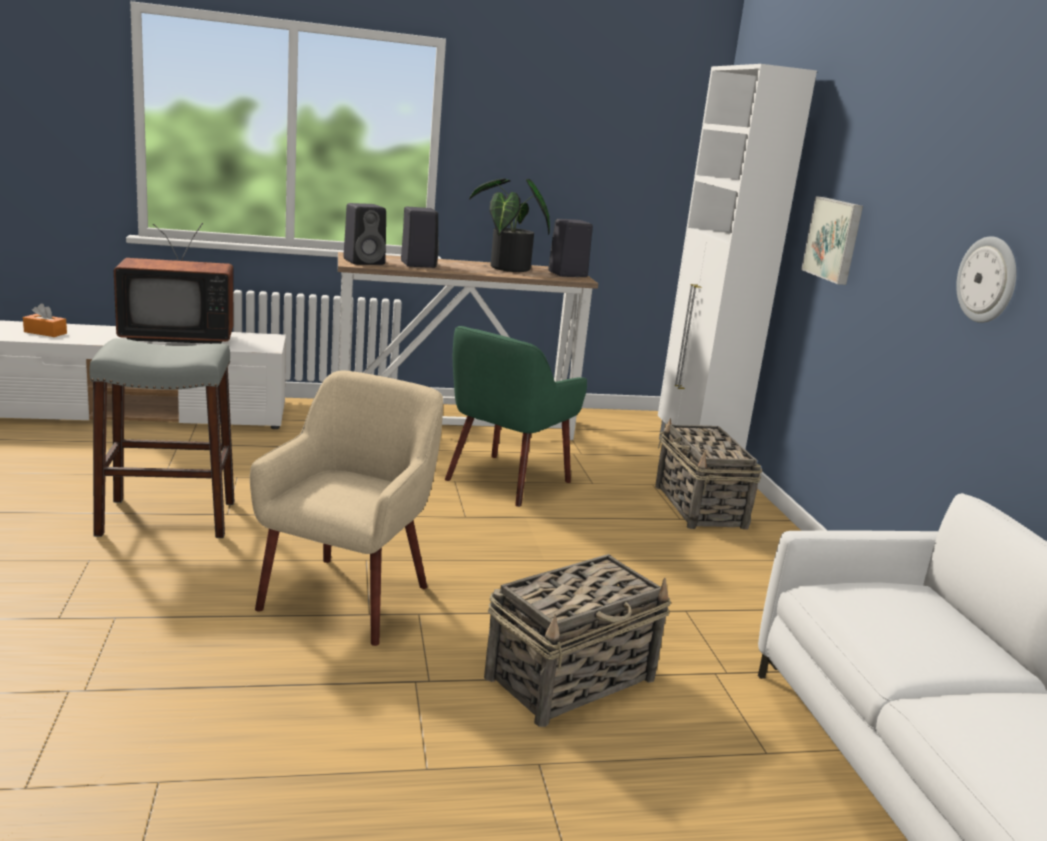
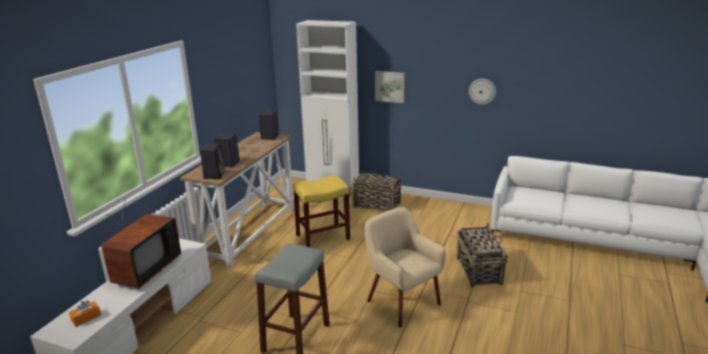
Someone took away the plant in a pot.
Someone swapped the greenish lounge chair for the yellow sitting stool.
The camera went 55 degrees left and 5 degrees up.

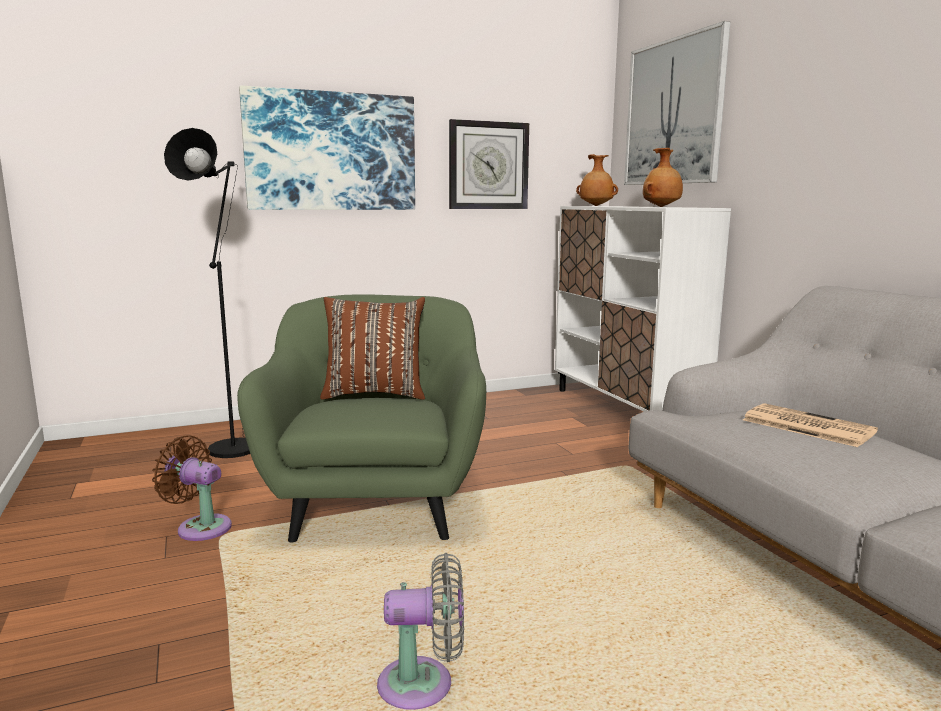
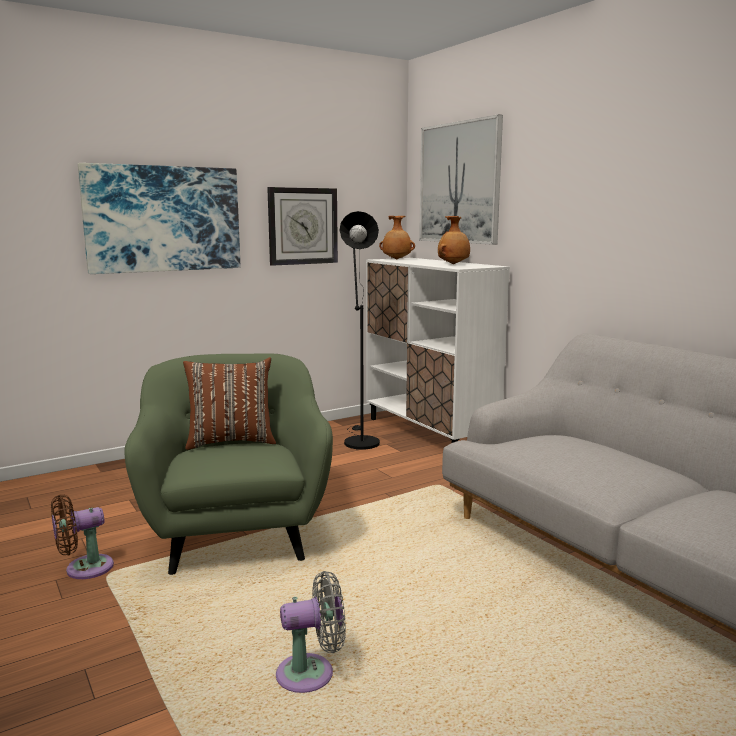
Someone took away the printed paper.
Someone carried the black-coloured standing lamp.
Someone rotated the brownish electric fan by 45 degrees counterclockwise.
The camera went 10 degrees left and 0 degrees up.

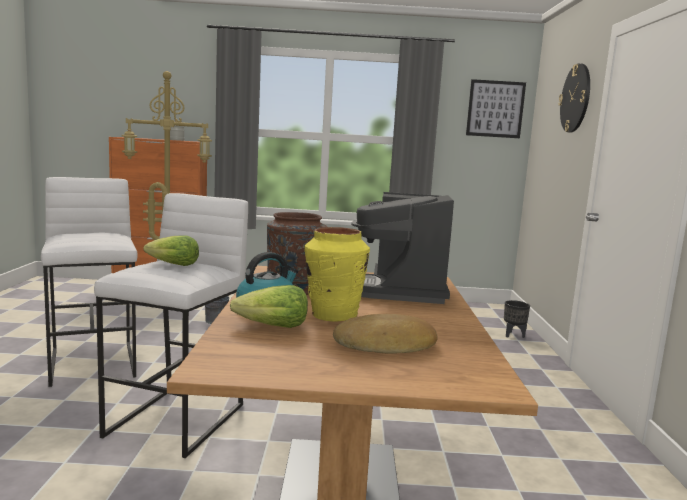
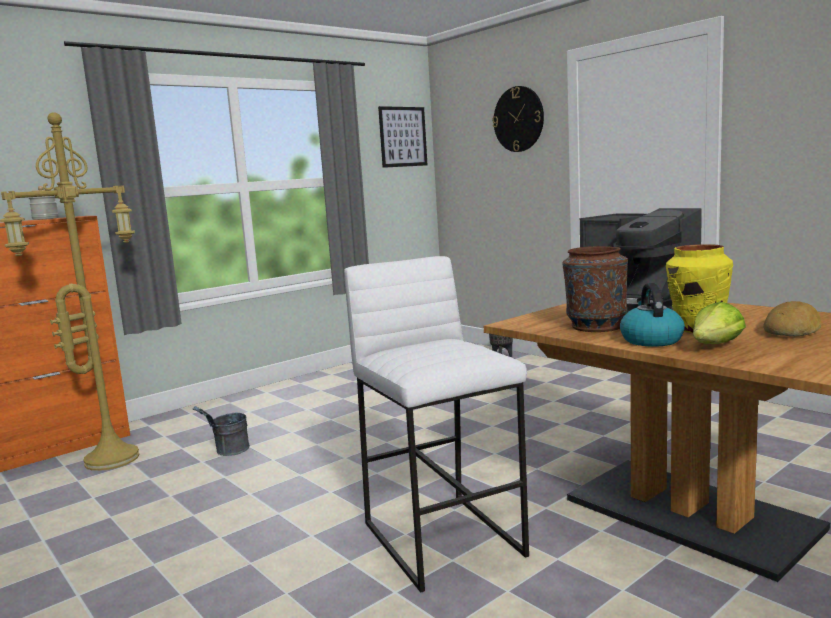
Someone took away the white sitting stool (1st from left).
Someone took away the head of lettuce (1st from left).
The camera went 40 degrees left and 0 degrees up.

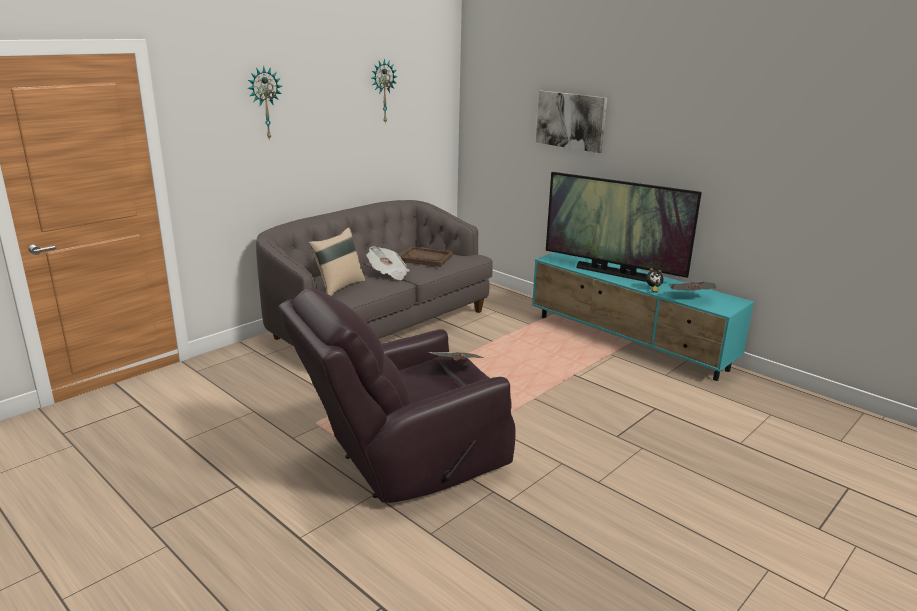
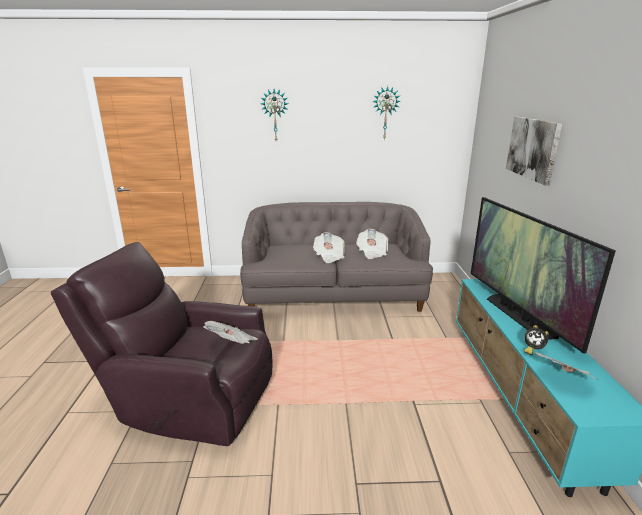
Someone took away the beige cushion.
Someone swapped the brownish carrying tray for the printed paper (3rd from left).
The camera went 45 degrees right and 0 degrees up.

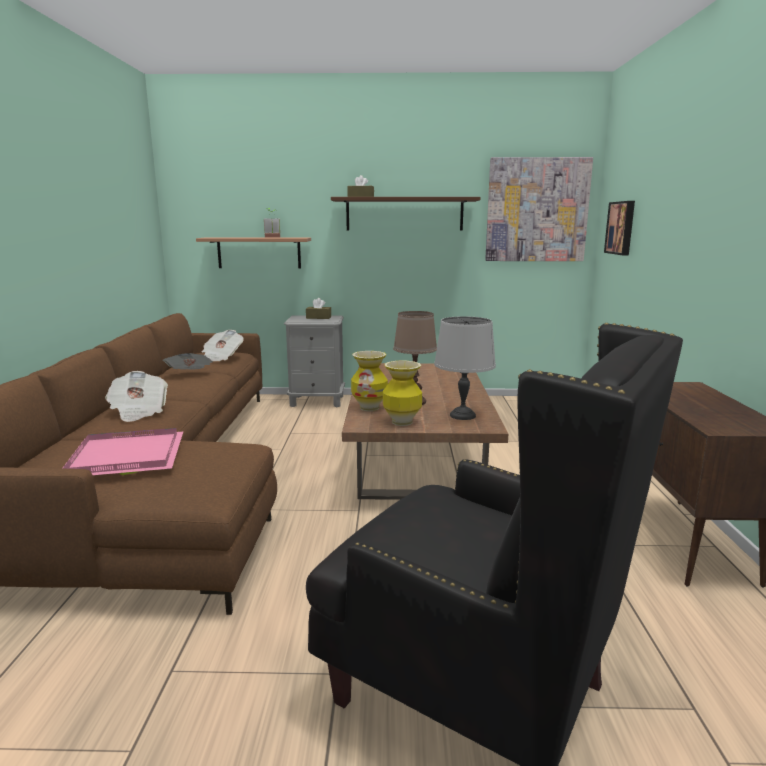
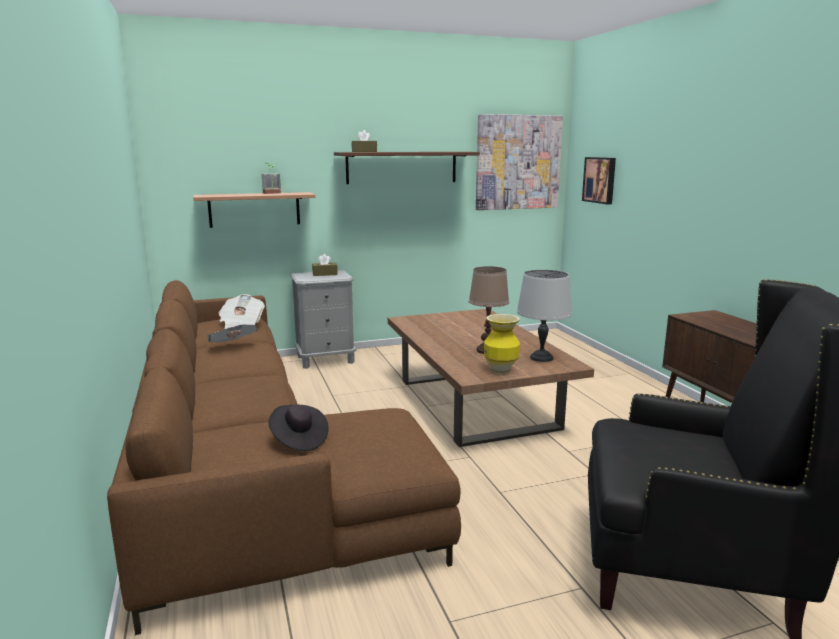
Someone took away the printed paper (1st from left).
Someone took away the vase (1st from left).
Someone swapped the pinkish carrying tray for the black-coloured hat.
The camera went 20 degrees left and 0 degrees up.

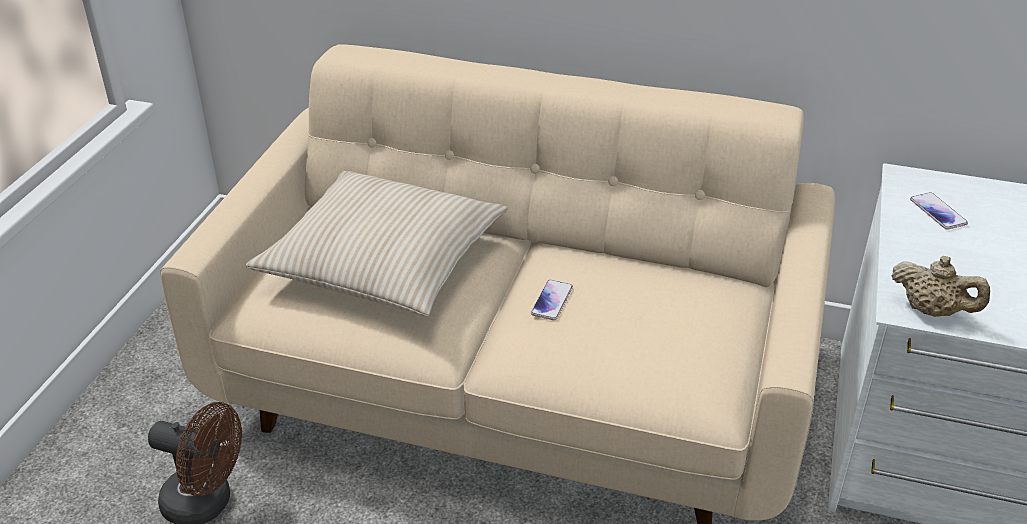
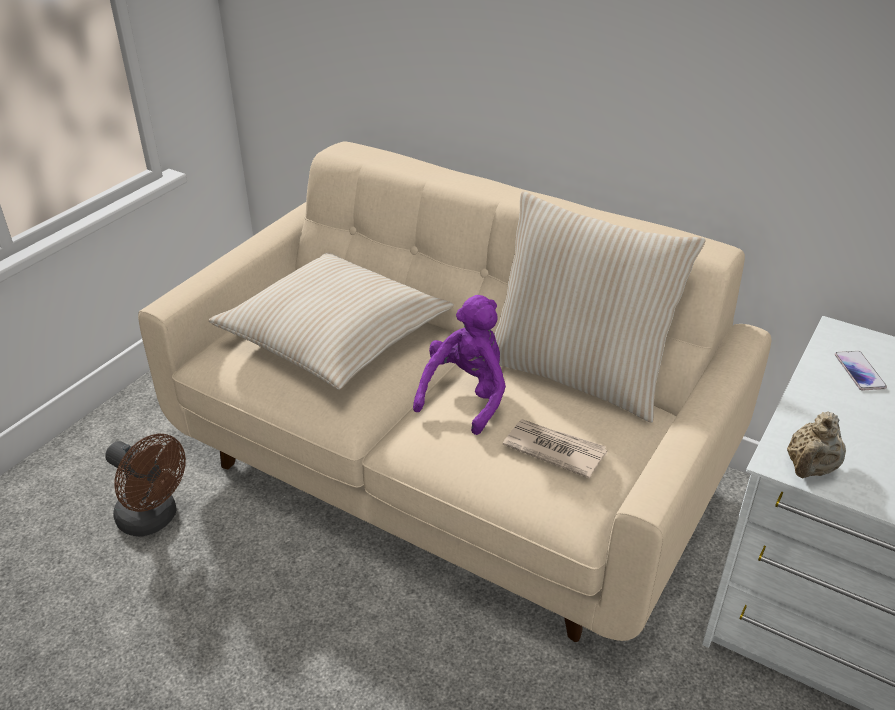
Someone put down the beige cushion (2nd from left).
Someone put down the printed paper.
Someone swapped the telephone (1st from left) for the purple soft toy.
Someone rotated the beige teapot by 75 degrees clockwise.
The camera went 15 degrees right and 0 degrees up.

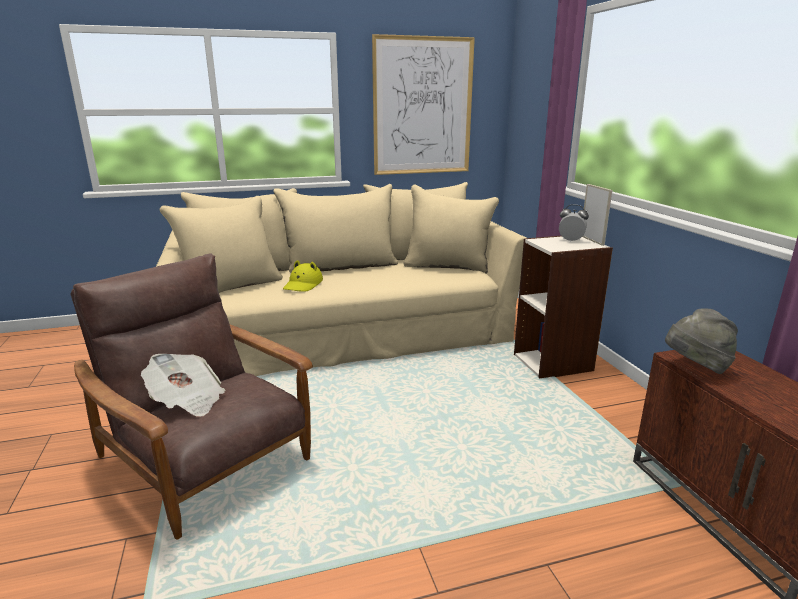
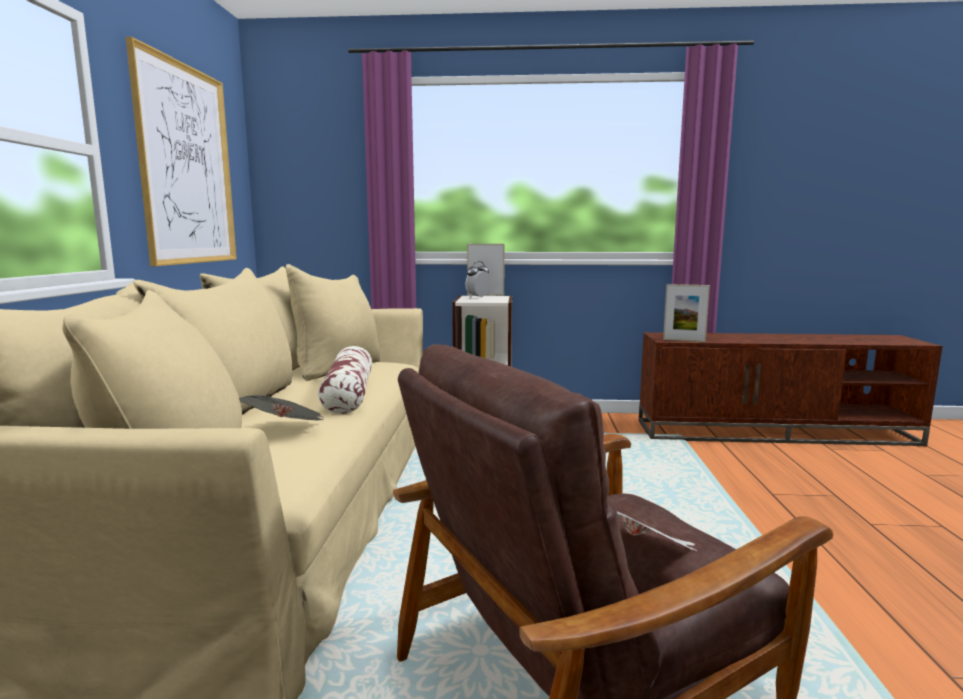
Someone put down the cushion.
Someone swapped the yellow hat for the printed paper (1st from left).
Someone swapped the greyish hat for the standing frame (2nd from left).
The camera went 70 degrees left and 10 degrees down.

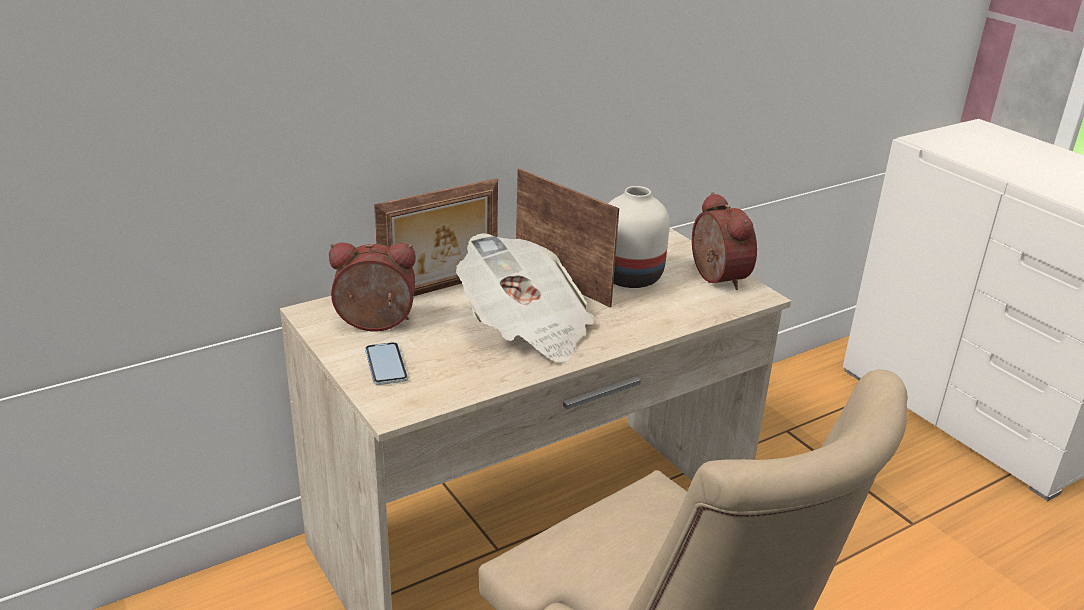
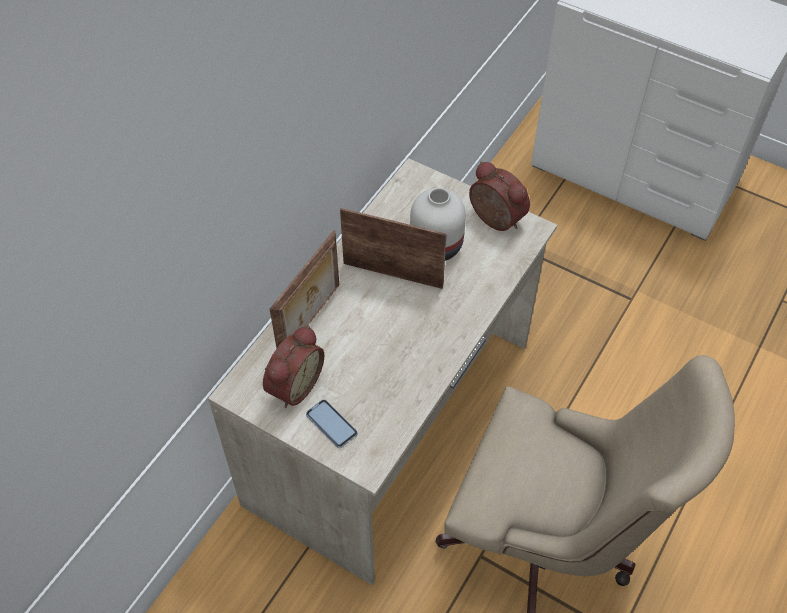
Someone took away the printed paper.
Someone rotated the table clock (1st from left) by 150 degrees clockwise.
The camera went 25 degrees left and 25 degrees up.

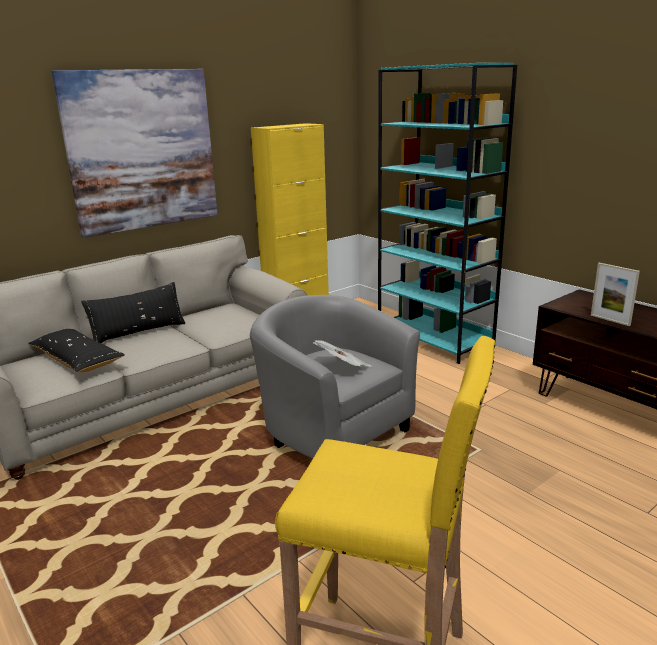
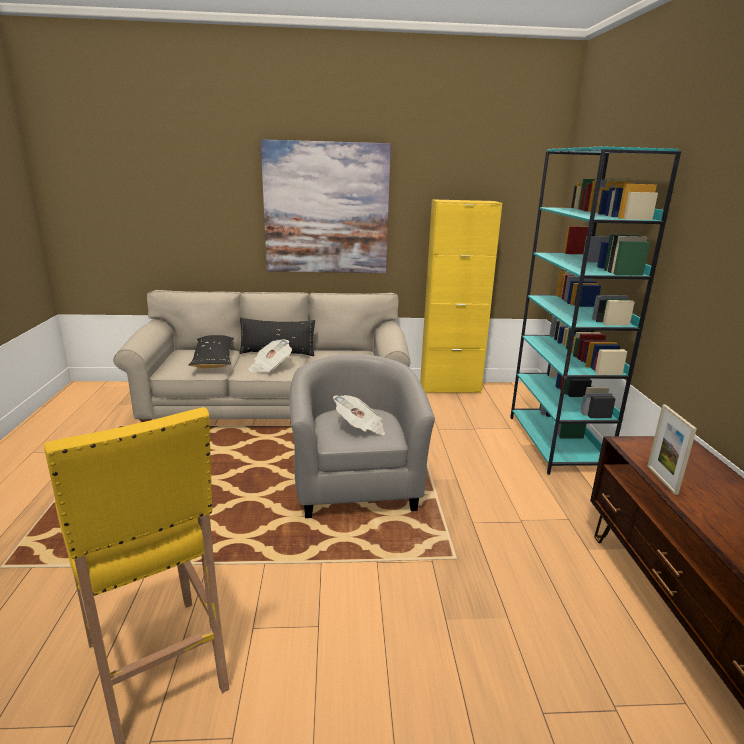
Someone put down the printed paper (1st from left).
The camera went 35 degrees right and 0 degrees up.

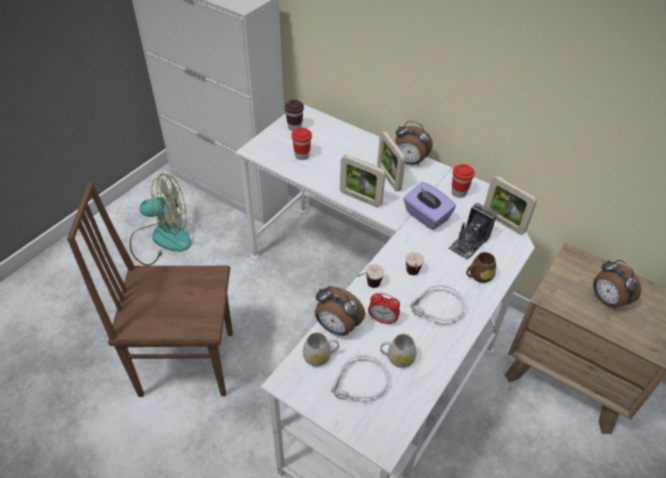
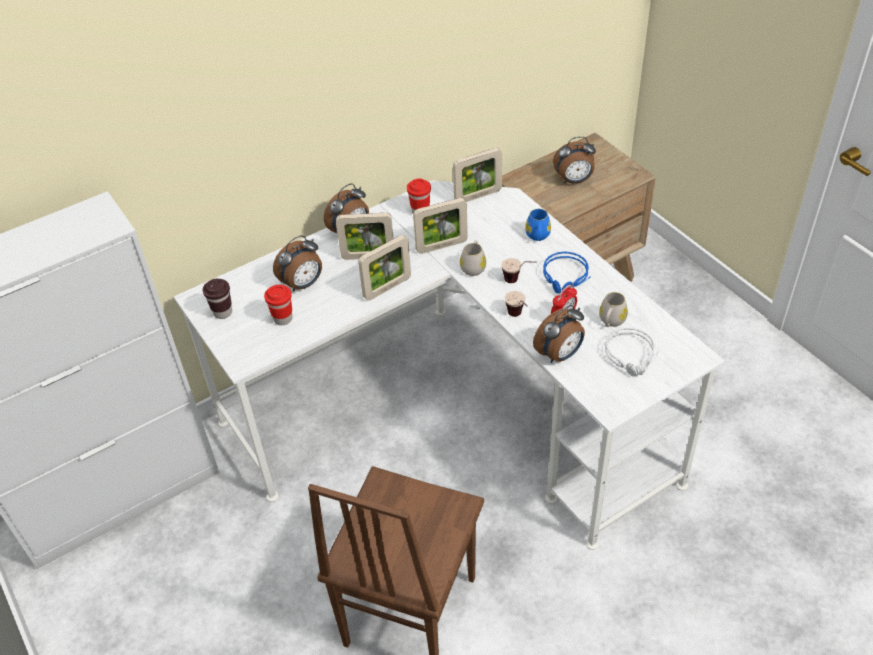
Someone took away the electric fan.
Someone took away the still camera.
Someone put down the table clock (1st from left).
Someone carried the white mug (1st from left).
Someone swapped the purple tissue box for the standing frame (3rd from left).
Someone repainted the greyish headphones (2nd from left), which became the blue headphones.
Someone repainted the brownish mug, which became the blue mug.
The camera went 65 degrees left and 0 degrees up.

